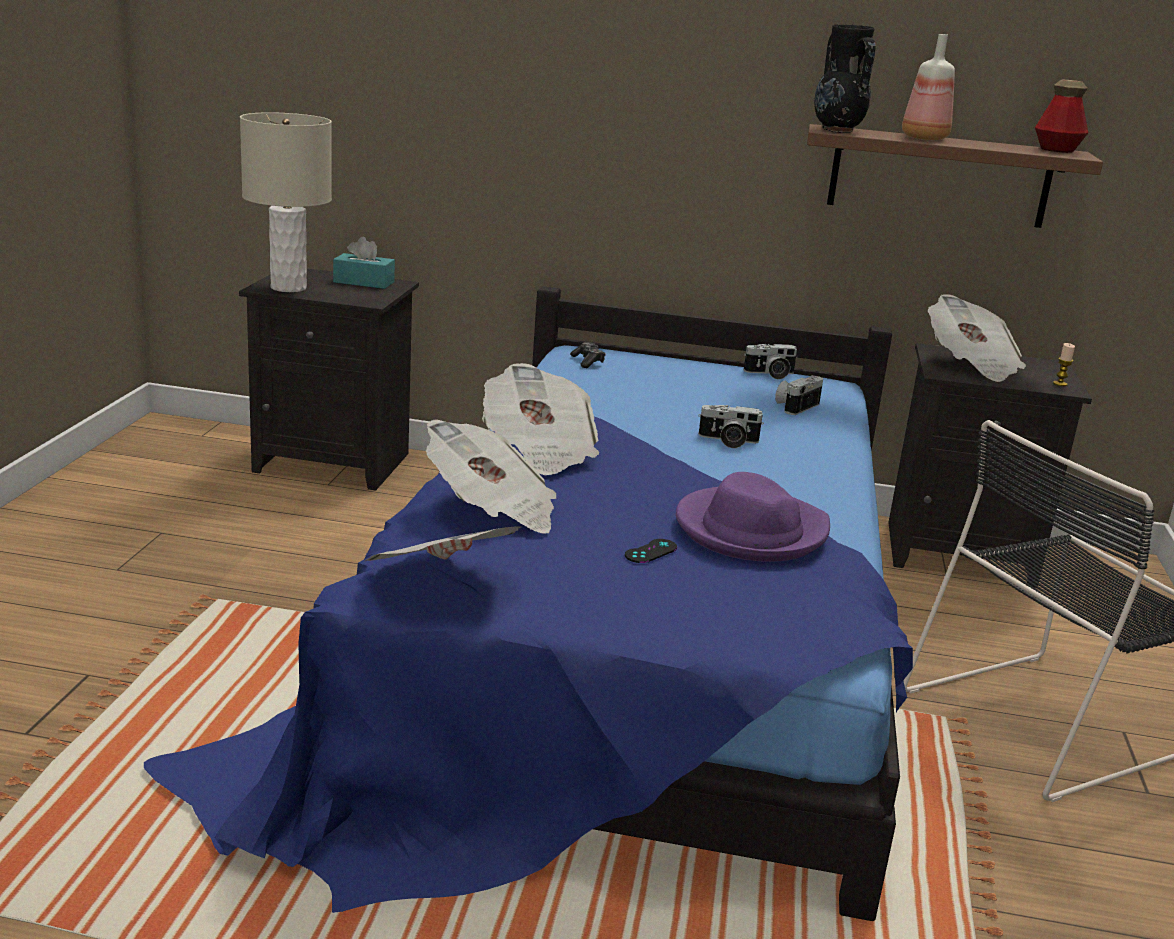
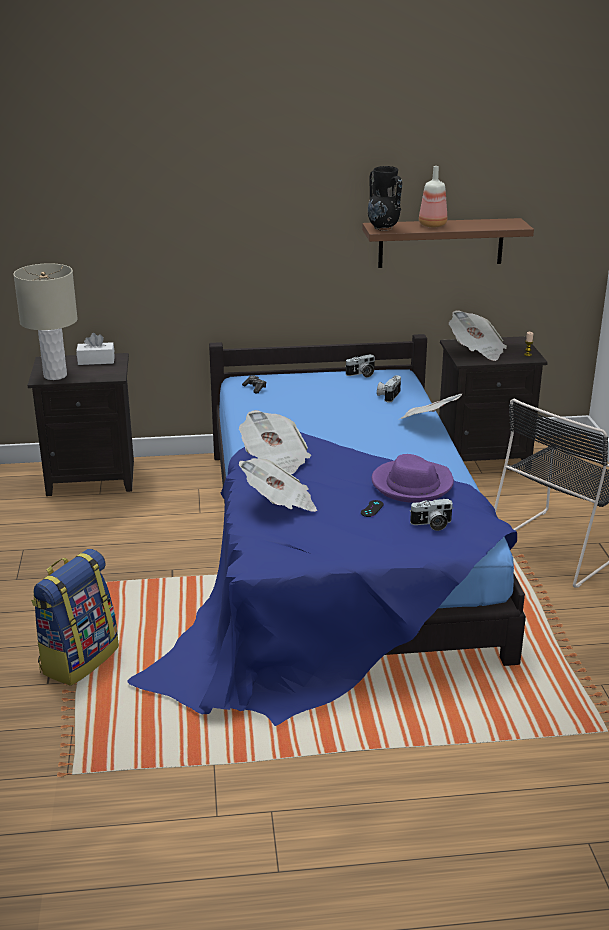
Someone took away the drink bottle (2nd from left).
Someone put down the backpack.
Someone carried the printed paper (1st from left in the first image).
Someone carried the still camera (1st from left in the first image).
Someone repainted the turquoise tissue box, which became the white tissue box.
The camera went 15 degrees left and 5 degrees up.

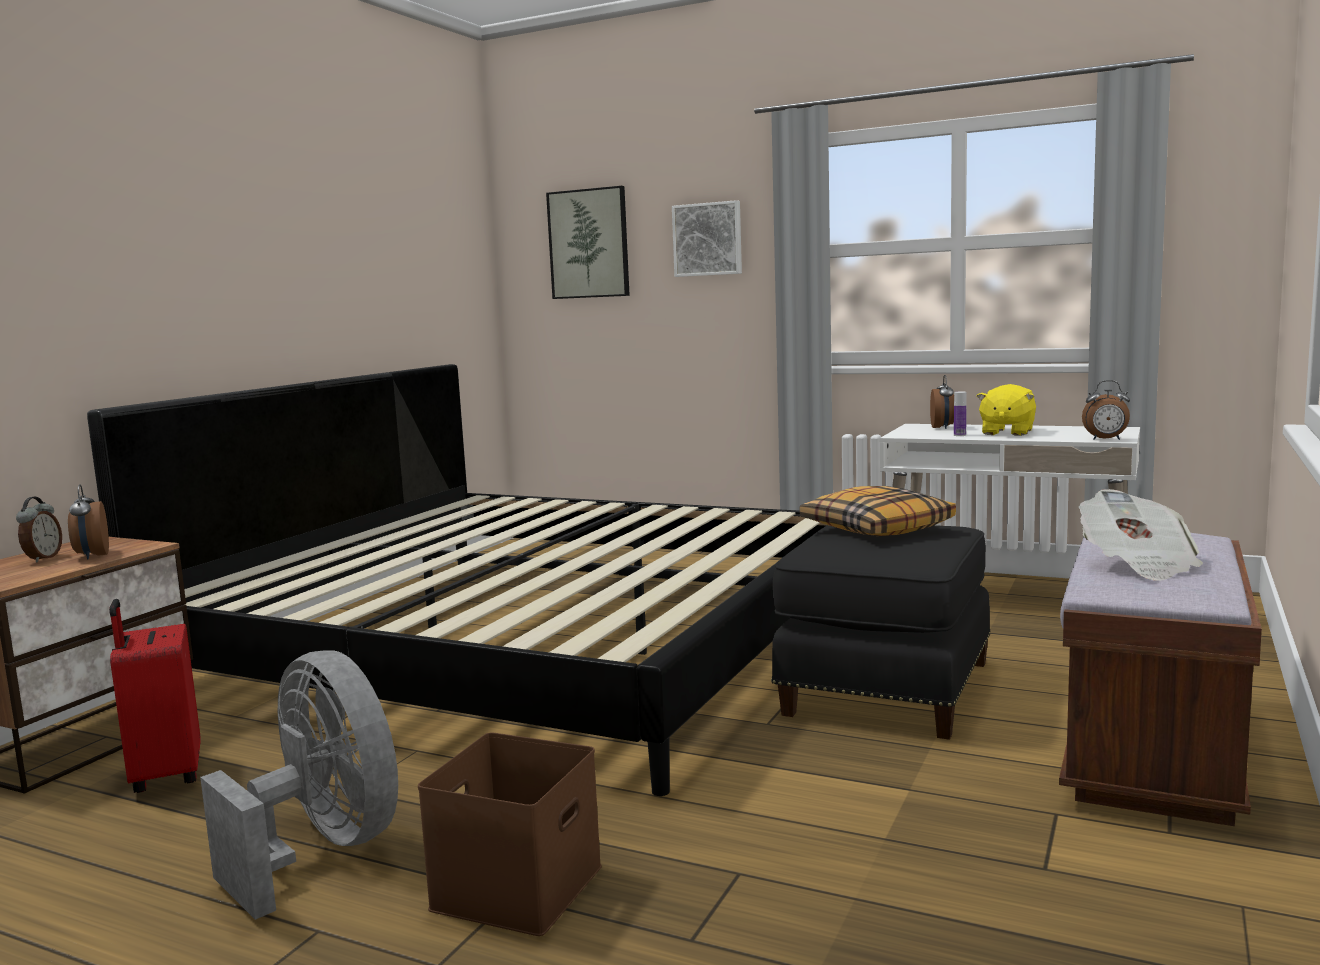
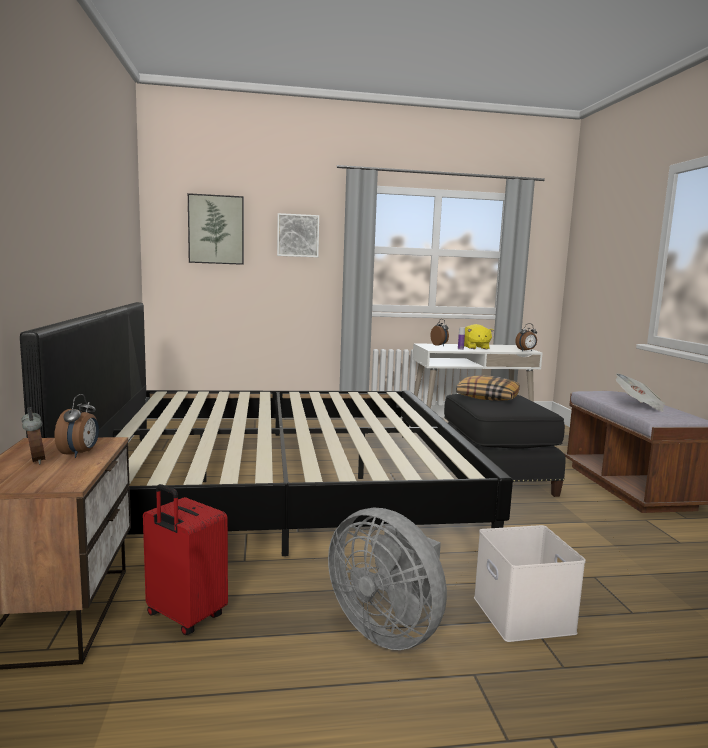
Someone repainted the brownish storage box, which became the white storage box.
Someone rotated the table clock (2nd from left) by 120 degrees counterclockwise.
Someone rotated the greyish electric fan by 150 degrees counterclockwise.
The camera went 35 degrees left and 0 degrees up.

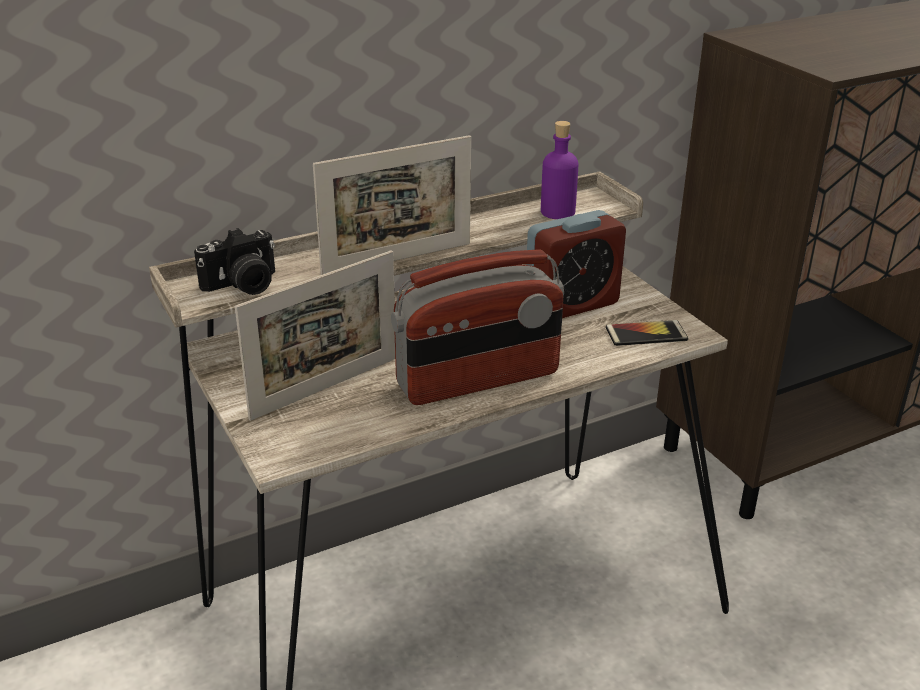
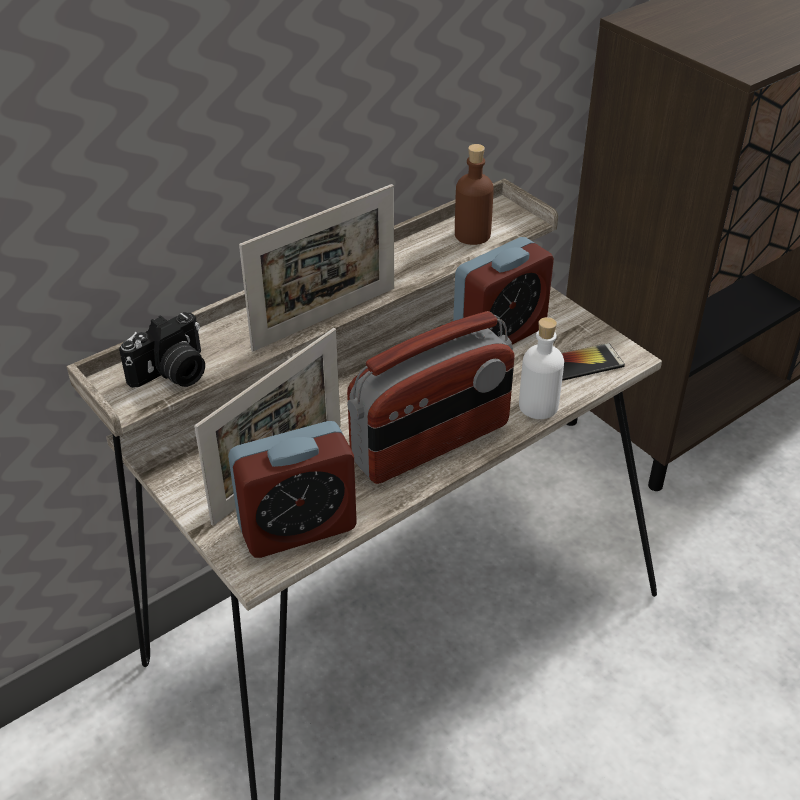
Someone put down the table clock (1st from left).
Someone put down the white drink bottle.
Someone repainted the purple drink bottle, which became the brownish drink bottle.
The camera went 10 degrees left and 10 degrees up.

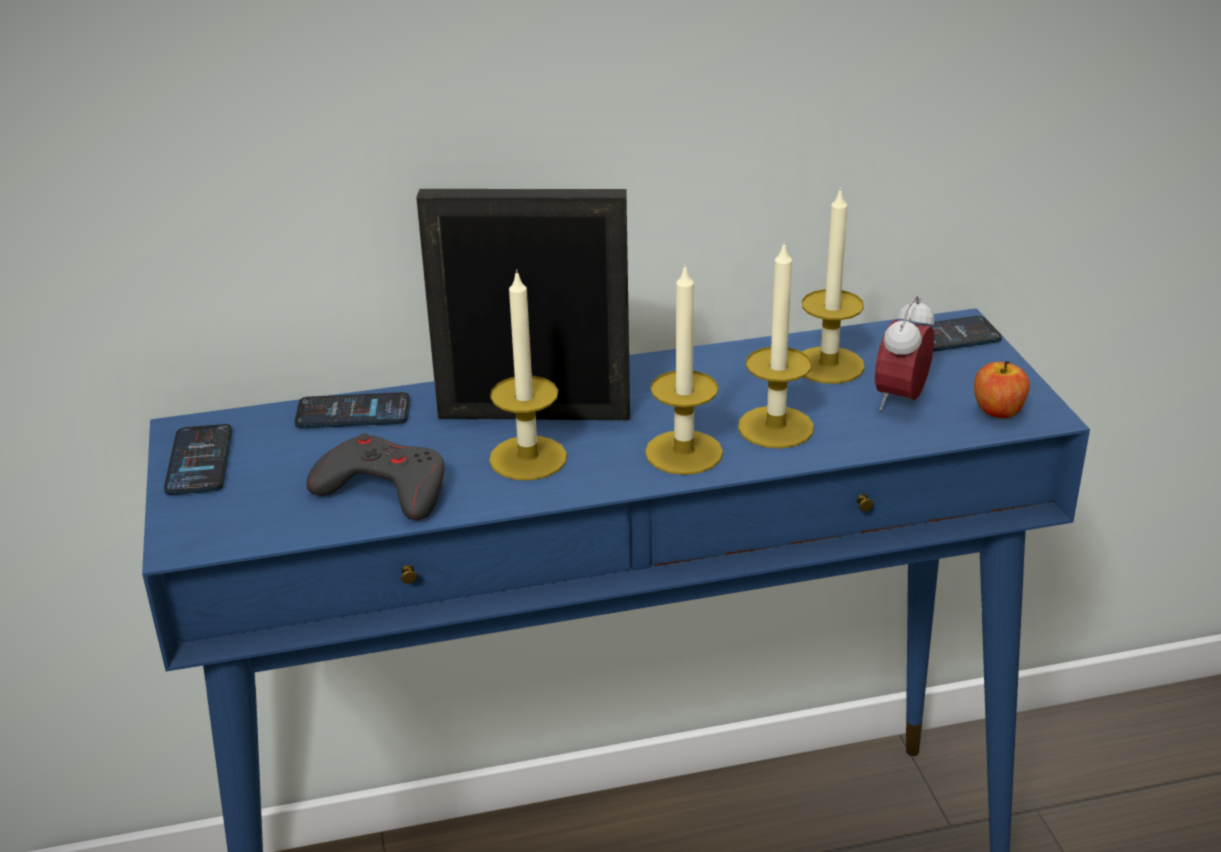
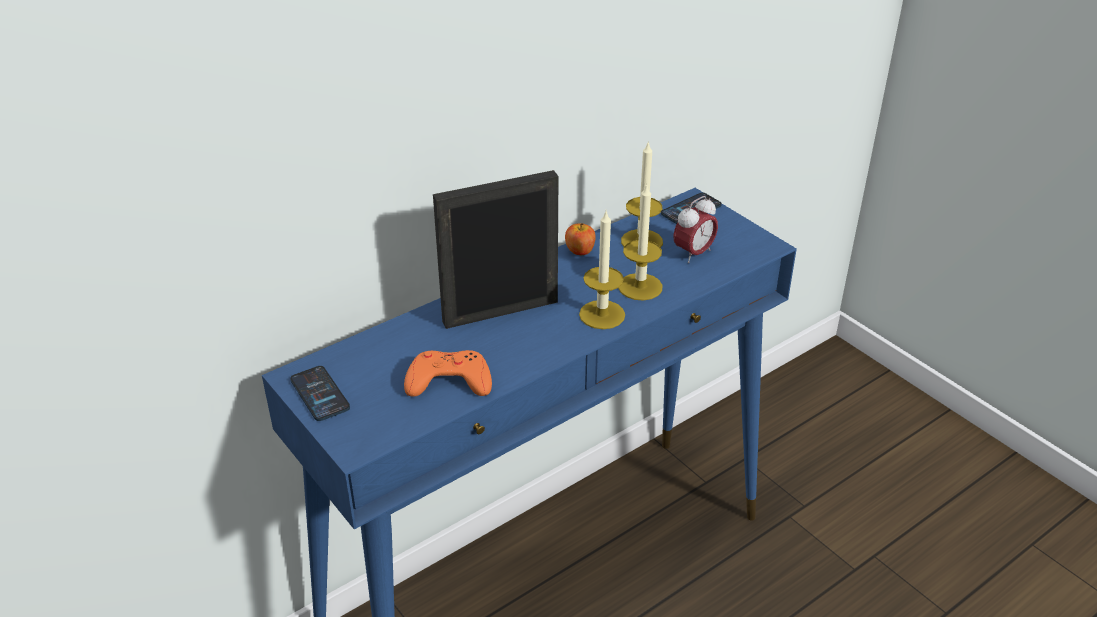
Someone took away the telephone (2nd from left).
Someone took away the candle (1st from left).
Someone carried the apple.
Someone repainted the greyish joypad, which became the orange joypad.
Someone rotated the table clock by 135 degrees counterclockwise.
The camera went 25 degrees left and 5 degrees up.

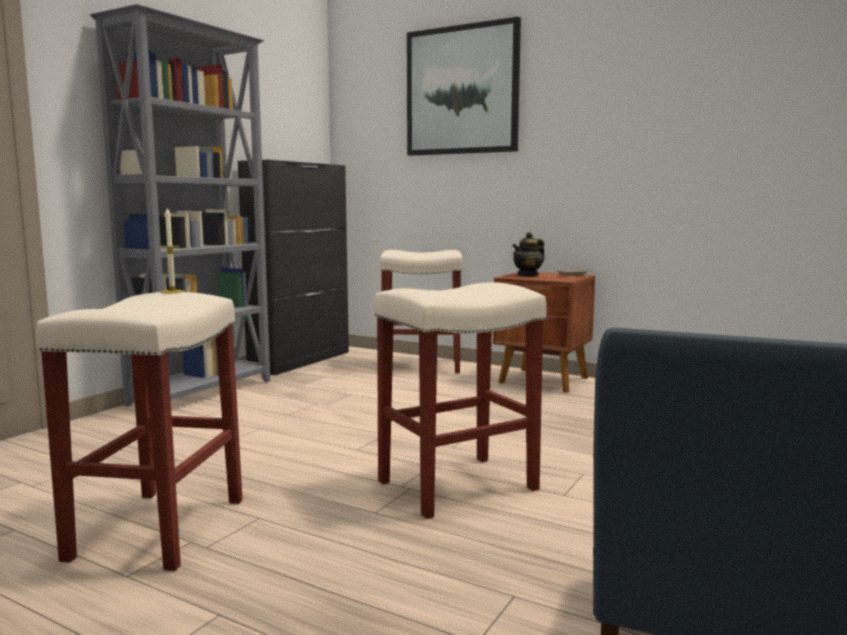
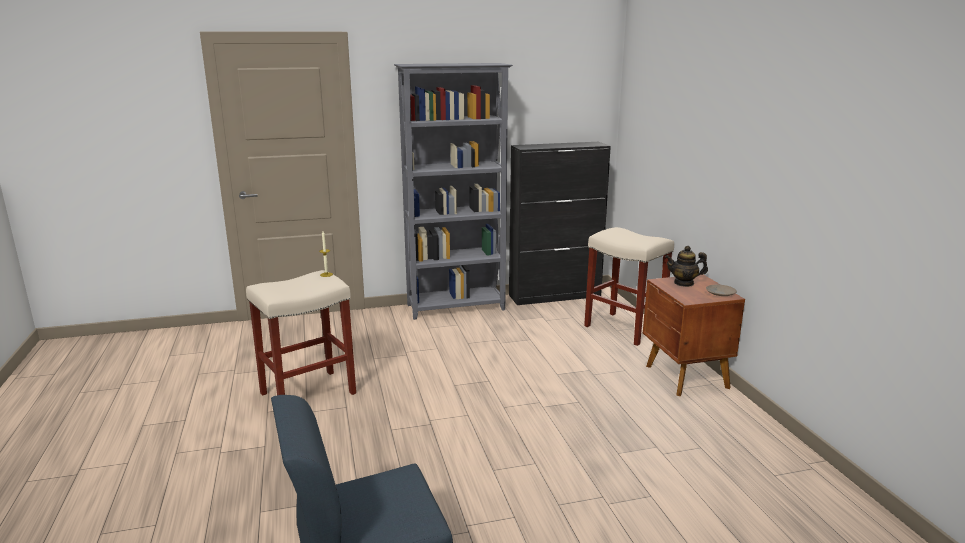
Someone took away the beige sitting stool (3rd from left).
Someone took away the wall art.
The camera went 45 degrees right and 10 degrees up.

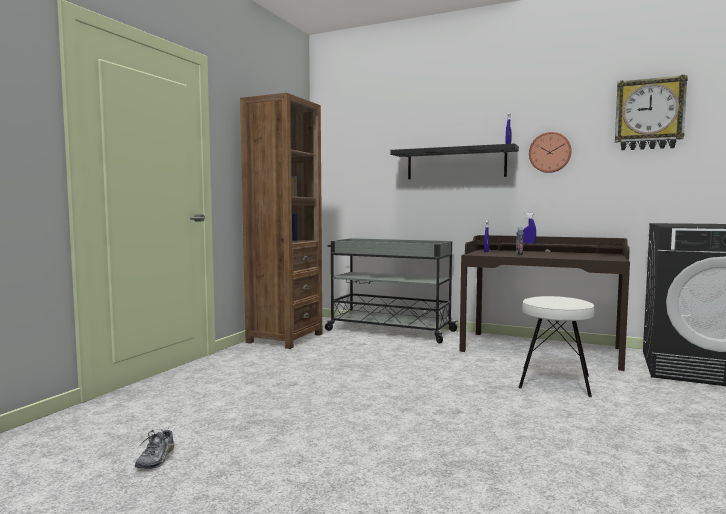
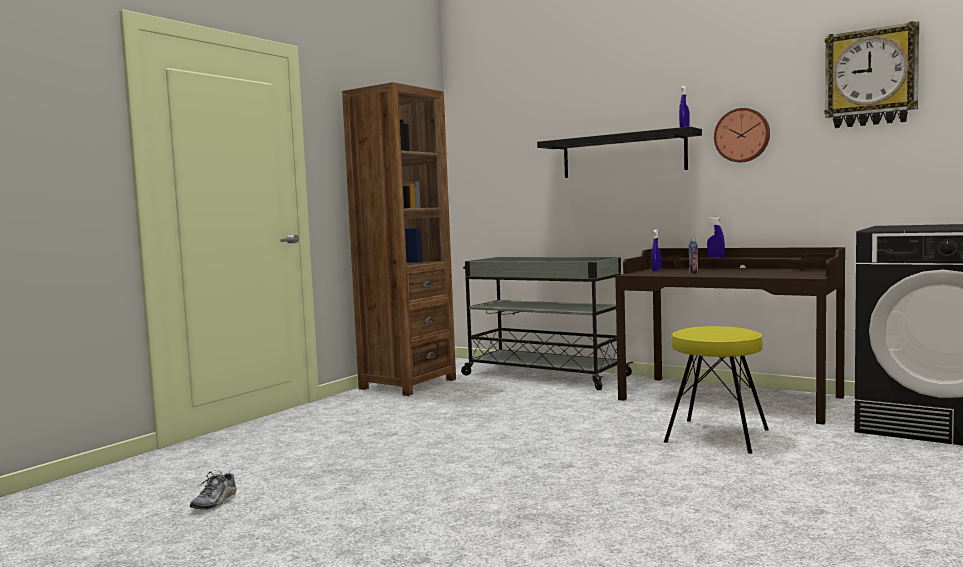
Someone repainted the white sitting stool, which became the yellow sitting stool.
The camera went 10 degrees right and 0 degrees up.

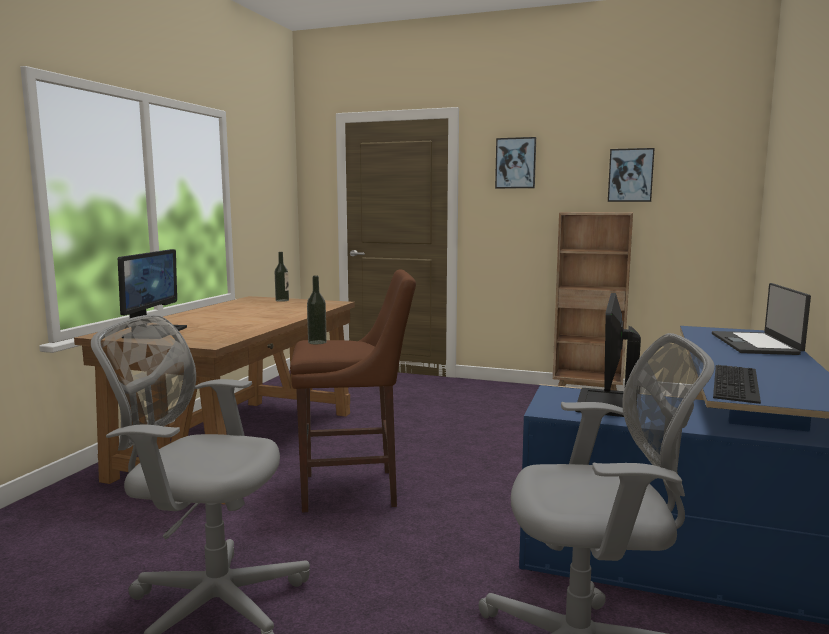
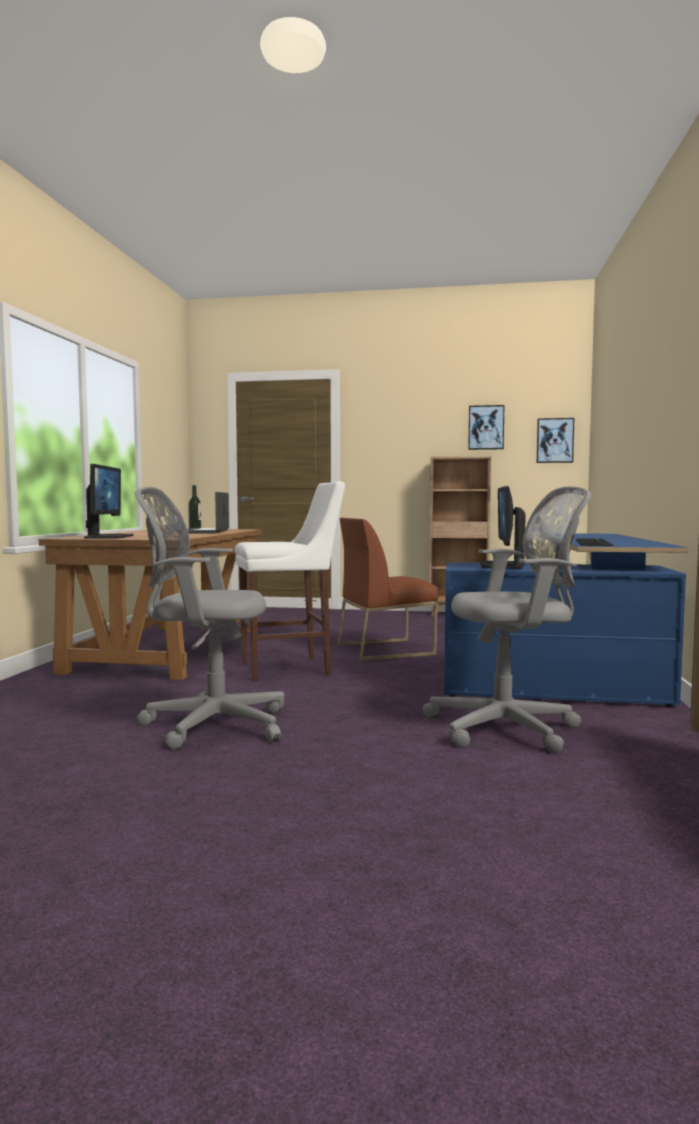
Someone took away the drink bottle (2nd from left).
Someone put down the brownish chair.
Someone carried the wall art (1st from left in the first image).
Someone carried the notebook computer.
Someone repainted the brownish sitting stool, which became the white sitting stool.
The camera went 10 degrees left and 5 degrees down.

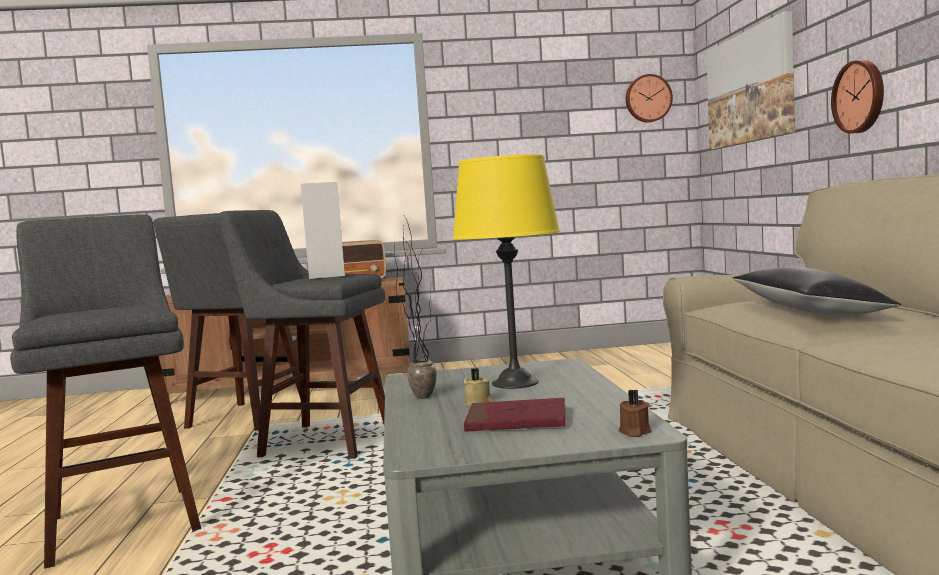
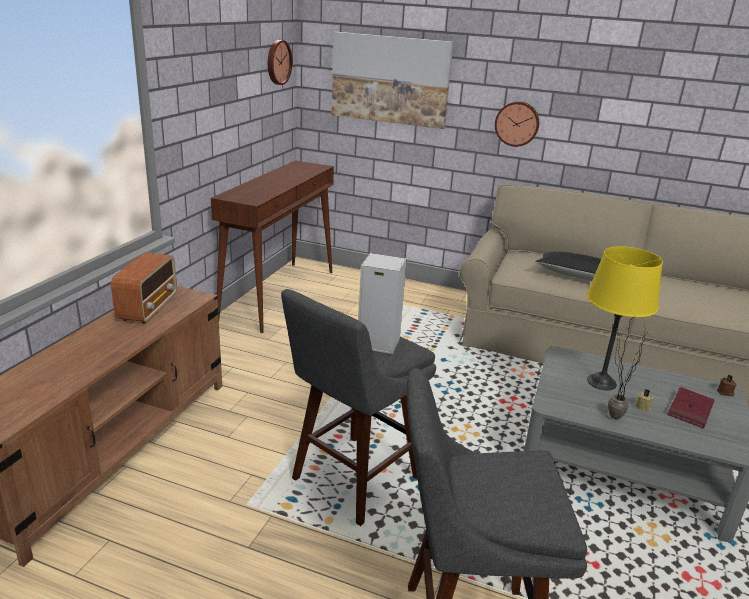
Someone took away the greyish sitting stool (2nd from left).
Someone put down the brownish hall table.
The camera went 65 degrees left and 20 degrees up.

